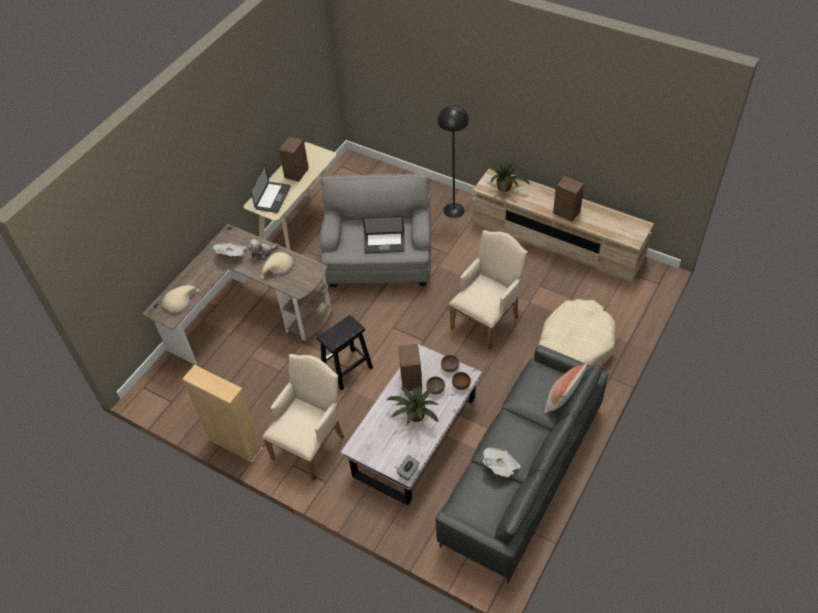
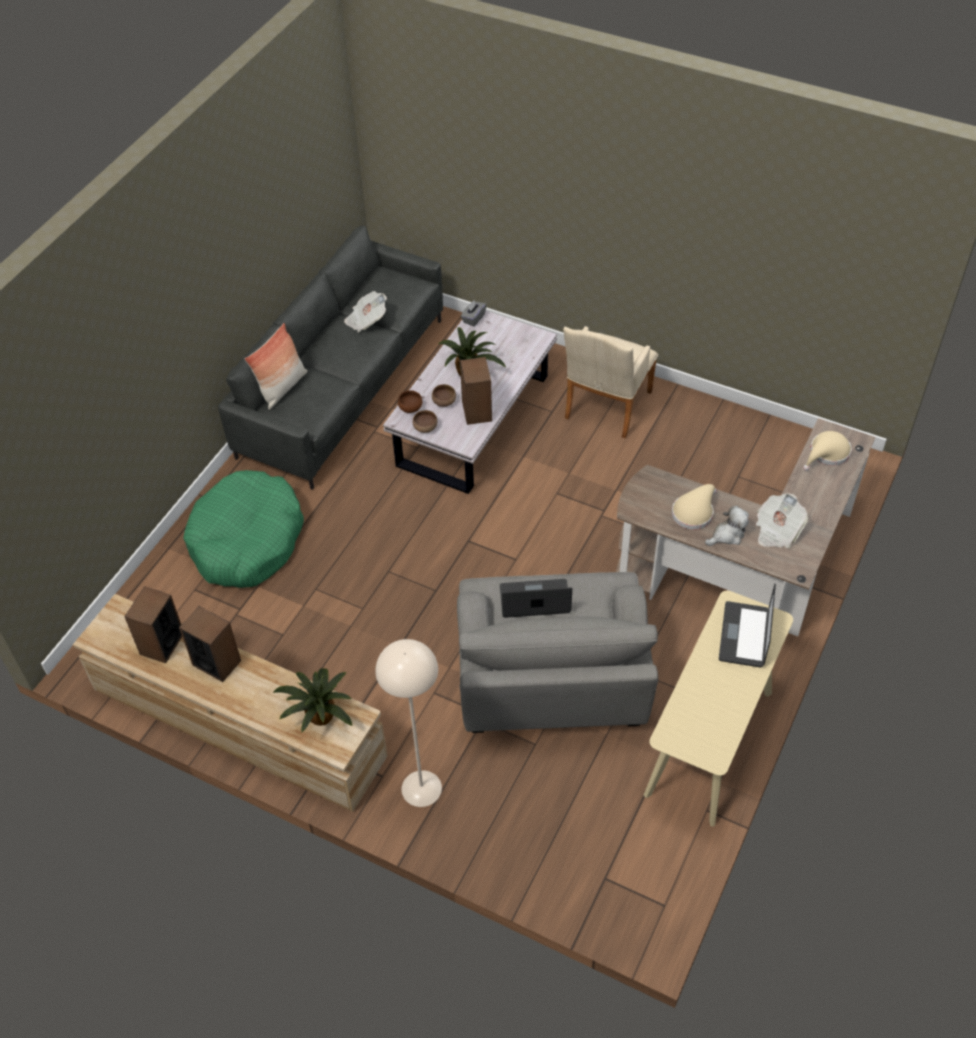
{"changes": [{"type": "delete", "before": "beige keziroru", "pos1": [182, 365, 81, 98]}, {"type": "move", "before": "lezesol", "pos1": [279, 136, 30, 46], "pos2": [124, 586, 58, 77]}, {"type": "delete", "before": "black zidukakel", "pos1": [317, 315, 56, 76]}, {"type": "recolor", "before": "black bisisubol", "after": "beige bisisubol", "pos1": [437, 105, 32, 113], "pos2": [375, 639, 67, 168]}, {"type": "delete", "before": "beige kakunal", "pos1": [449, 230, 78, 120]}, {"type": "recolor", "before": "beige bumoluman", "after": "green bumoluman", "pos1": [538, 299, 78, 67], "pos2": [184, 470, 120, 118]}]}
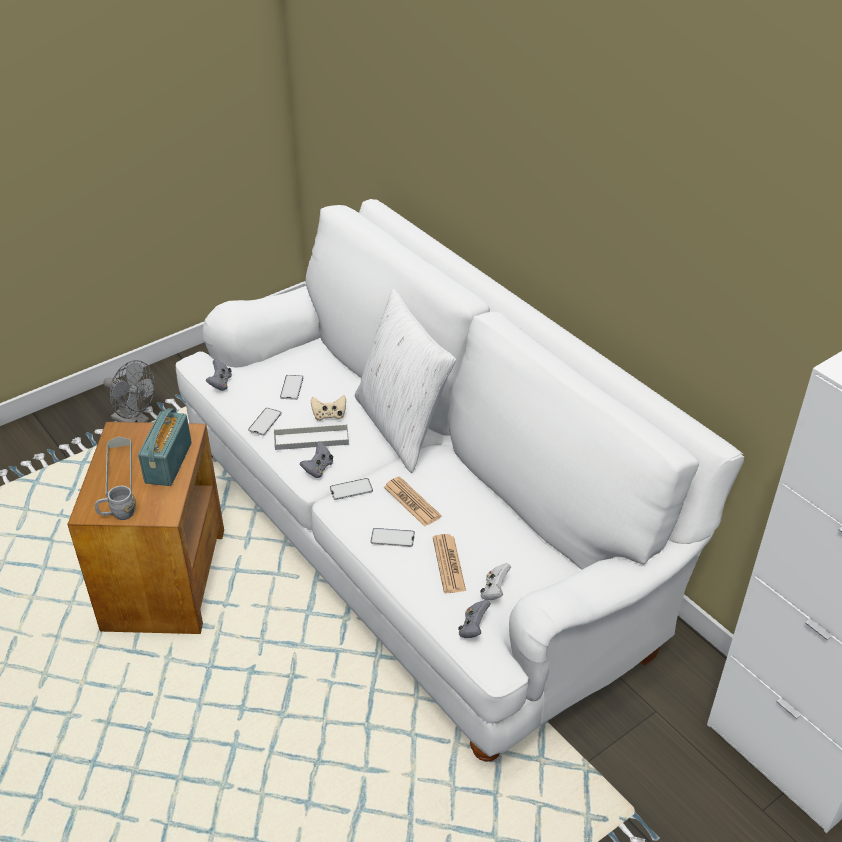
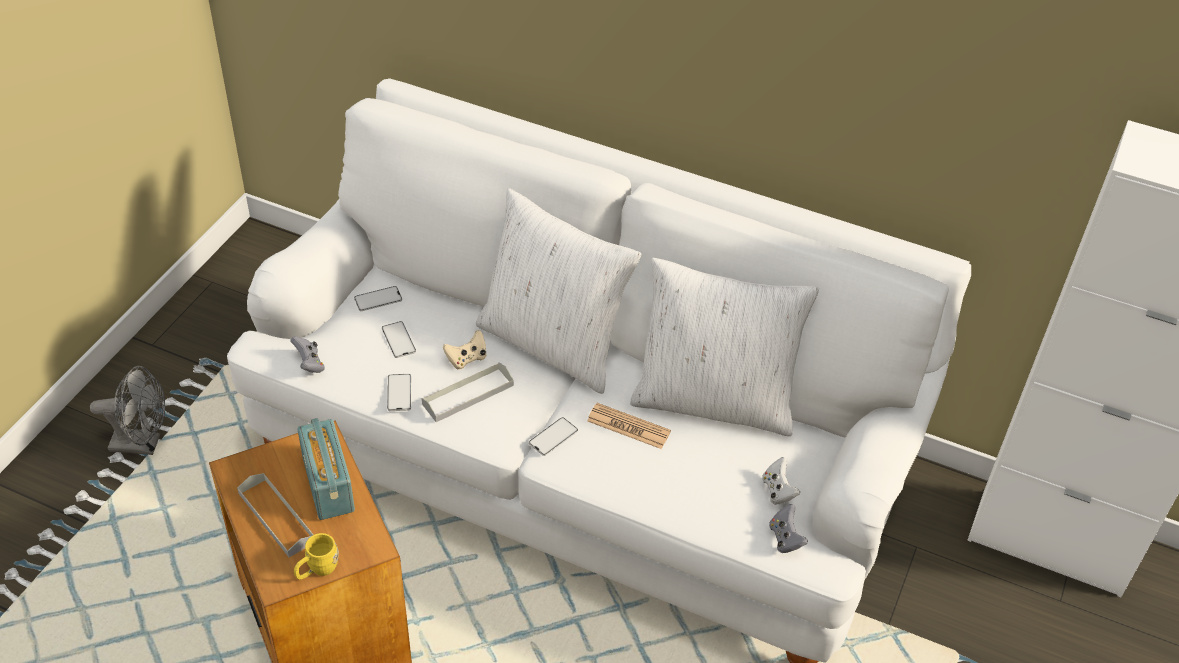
{"changes": [{"type": "recolor", "before": "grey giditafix", "after": "yellow giditafix", "pos1": [95, 486, 41, 34], "pos2": [294, 533, 45, 47]}, {"type": "delete", "before": "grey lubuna", "pos1": [300, 441, 33, 37]}, {"type": "move", "before": "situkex", "pos1": [370, 528, 45, 19], "pos2": [354, 286, 48, 25]}, {"type": "delete", "before": "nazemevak", "pos1": [433, 534, 33, 59]}, {"type": "insert", "after": "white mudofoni", "pos2": [630, 258, 189, 178]}]}
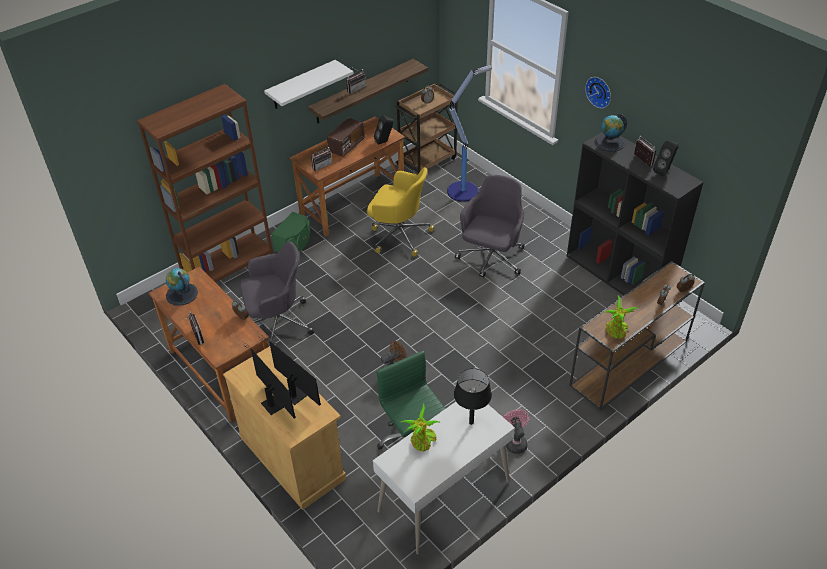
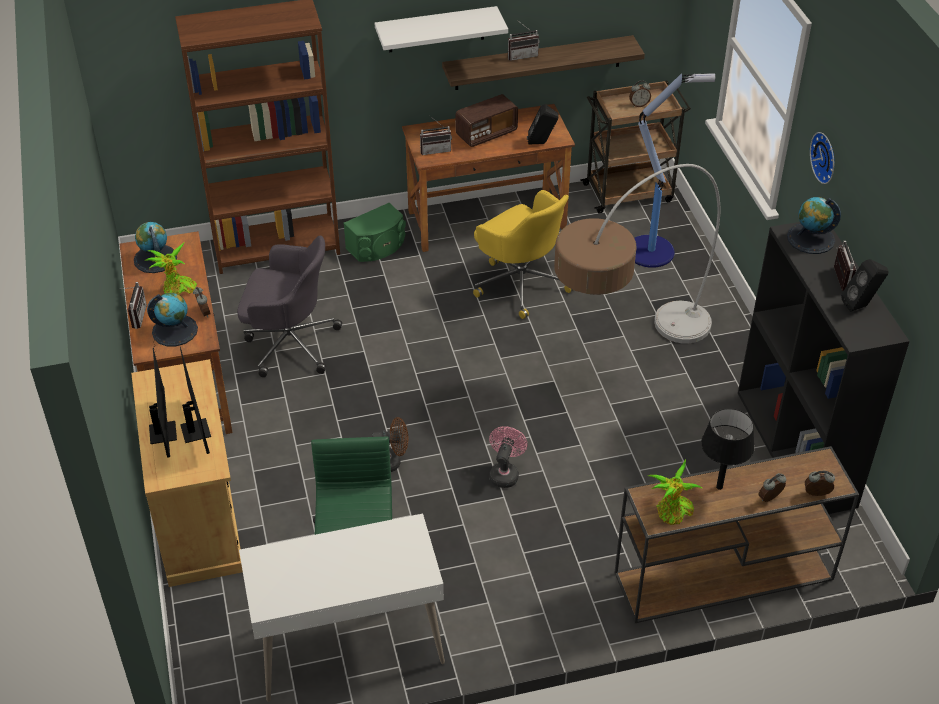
{"changes": [{"type": "move", "before": "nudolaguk", "pos1": [401, 403, 40, 49], "pos2": [145, 243, 52, 52]}, {"type": "move", "before": "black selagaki", "pos1": [454, 368, 38, 57], "pos2": [701, 408, 54, 82]}, {"type": "replace", "before": "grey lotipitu", "after": "bisisubol", "pos1": [455, 175, 70, 103], "pos2": [554, 164, 166, 179]}, {"type": "move", "before": "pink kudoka", "pos1": [503, 409, 27, 45], "pos2": [489, 426, 39, 62]}, {"type": "insert", "after": "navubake", "pos2": [147, 293, 51, 53]}]}
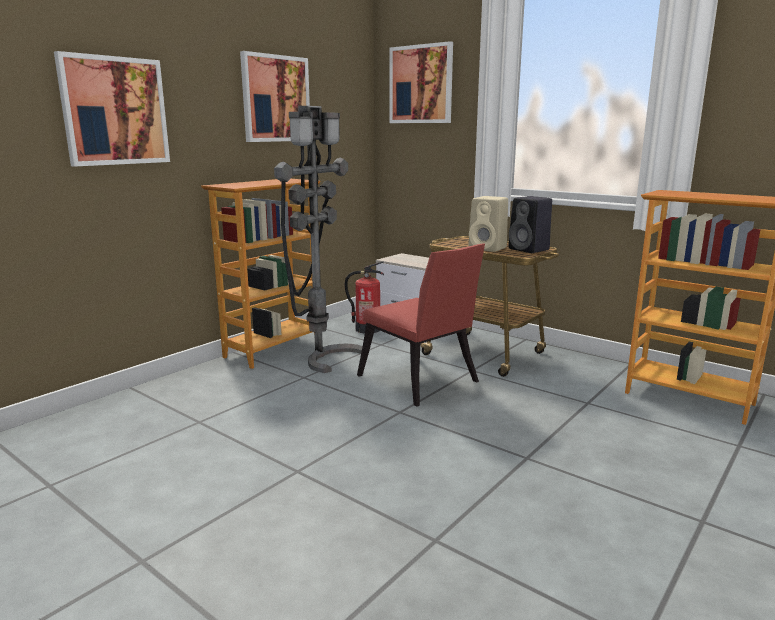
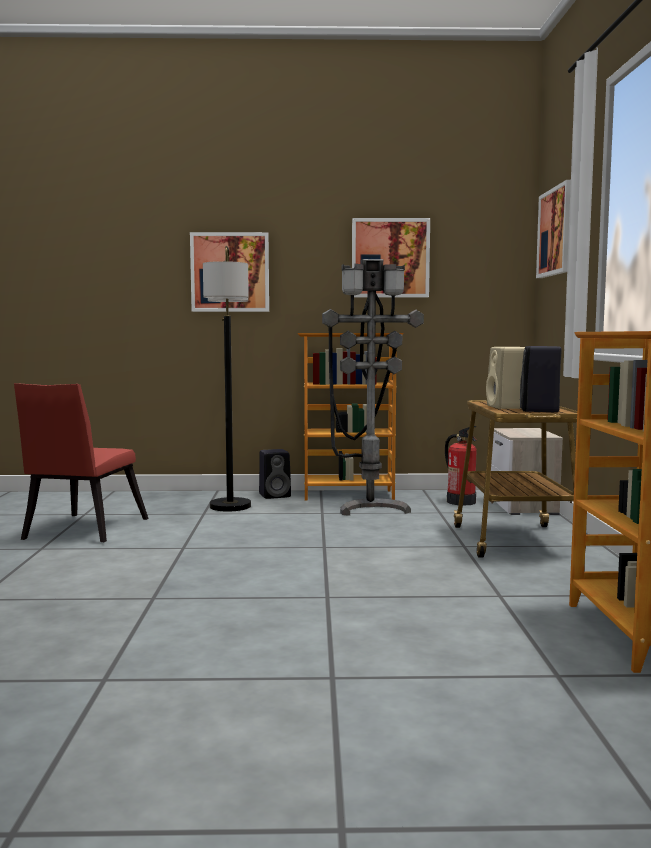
{"changes": [{"type": "move", "before": "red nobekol", "pos1": [357, 243, 128, 164], "pos2": [14, 383, 135, 159]}, {"type": "insert", "after": "bisisubol", "pos2": [203, 246, 48, 265]}, {"type": "insert", "after": "black lezesol", "pos2": [259, 449, 32, 50]}]}
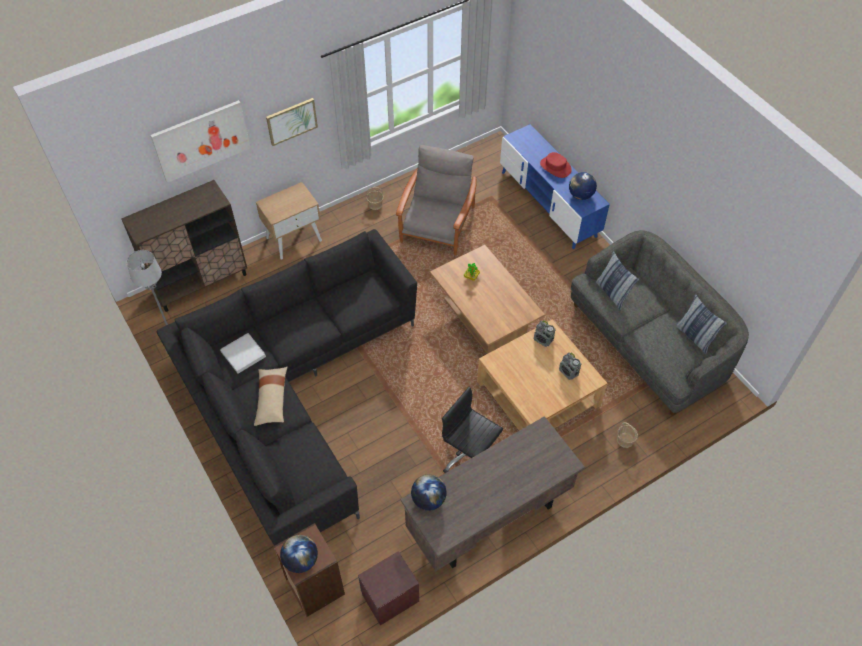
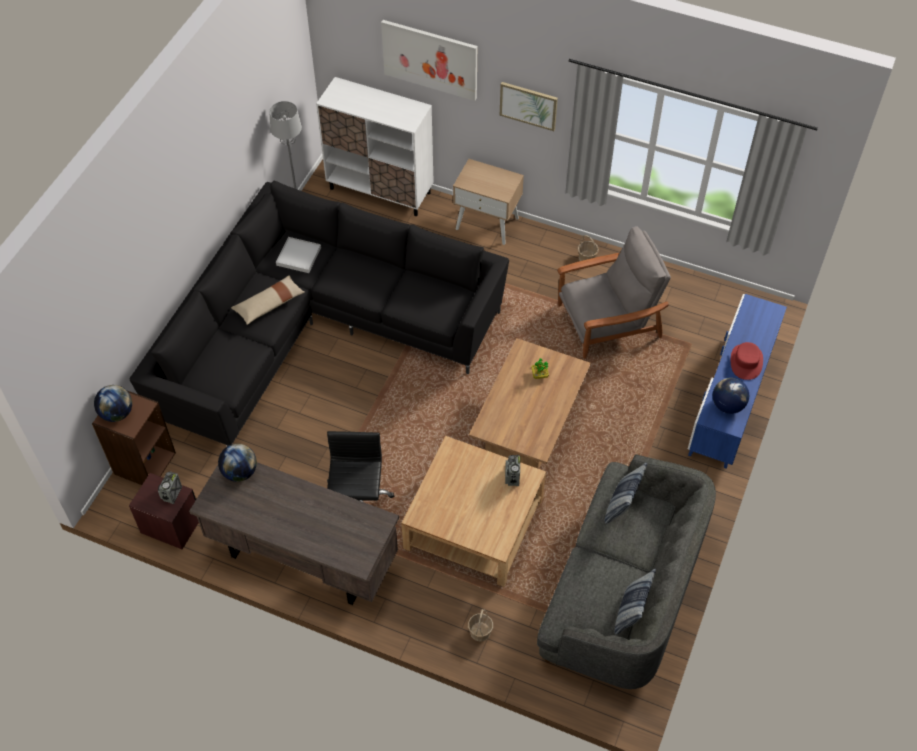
{"changes": [{"type": "recolor", "before": "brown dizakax", "after": "white dizakax", "pos1": [121, 180, 126, 132], "pos2": [316, 77, 118, 139]}, {"type": "move", "before": "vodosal", "pos1": [559, 352, 22, 28], "pos2": [158, 471, 24, 33]}]}
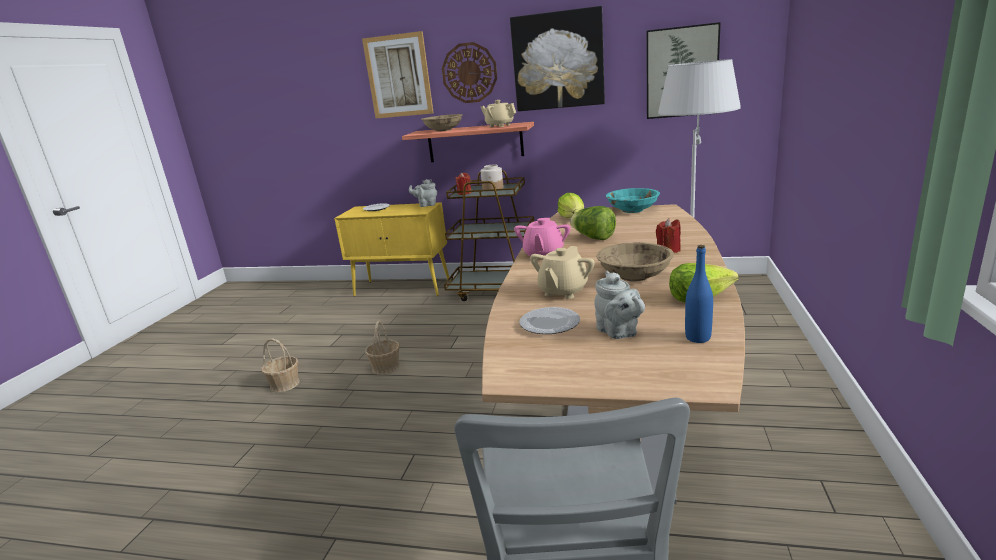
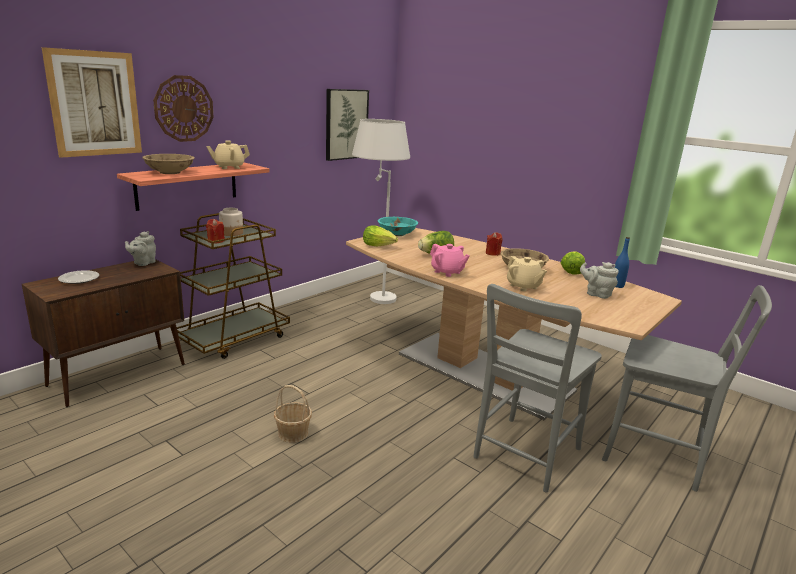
{"changes": [{"type": "delete", "before": "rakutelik", "pos1": [261, 338, 39, 54]}, {"type": "recolor", "before": "yellow dizakax", "after": "brown dizakax", "pos1": [334, 202, 116, 95], "pos2": [22, 259, 163, 148]}, {"type": "delete", "before": "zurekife", "pos1": [510, 6, 95, 105]}, {"type": "delete", "before": "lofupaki", "pos1": [519, 307, 61, 27]}, {"type": "rotate", "before": "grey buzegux", "pos1": [594, 271, 51, 68], "pos2": [580, 262, 39, 37], "turn": -150}, {"type": "insert", "after": "grey nobekol", "pos2": [473, 284, 129, 209]}]}
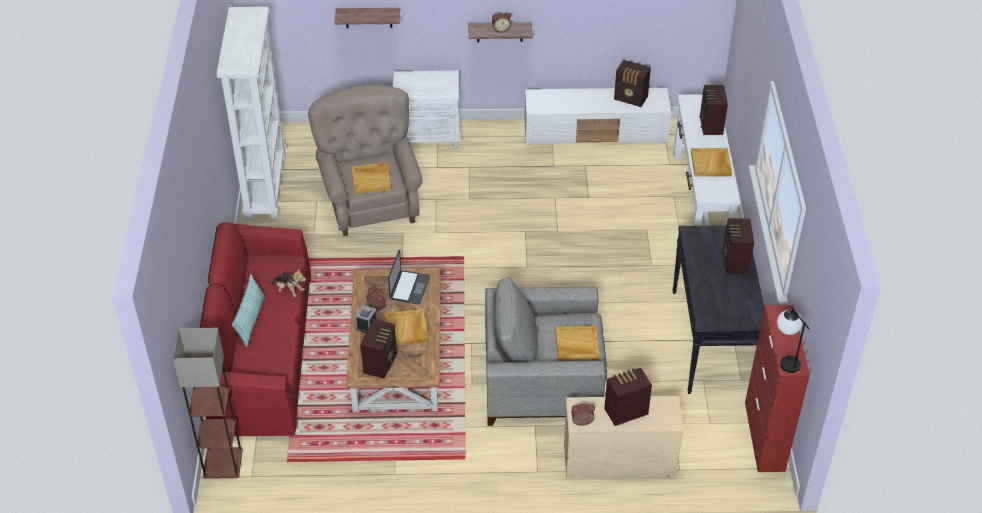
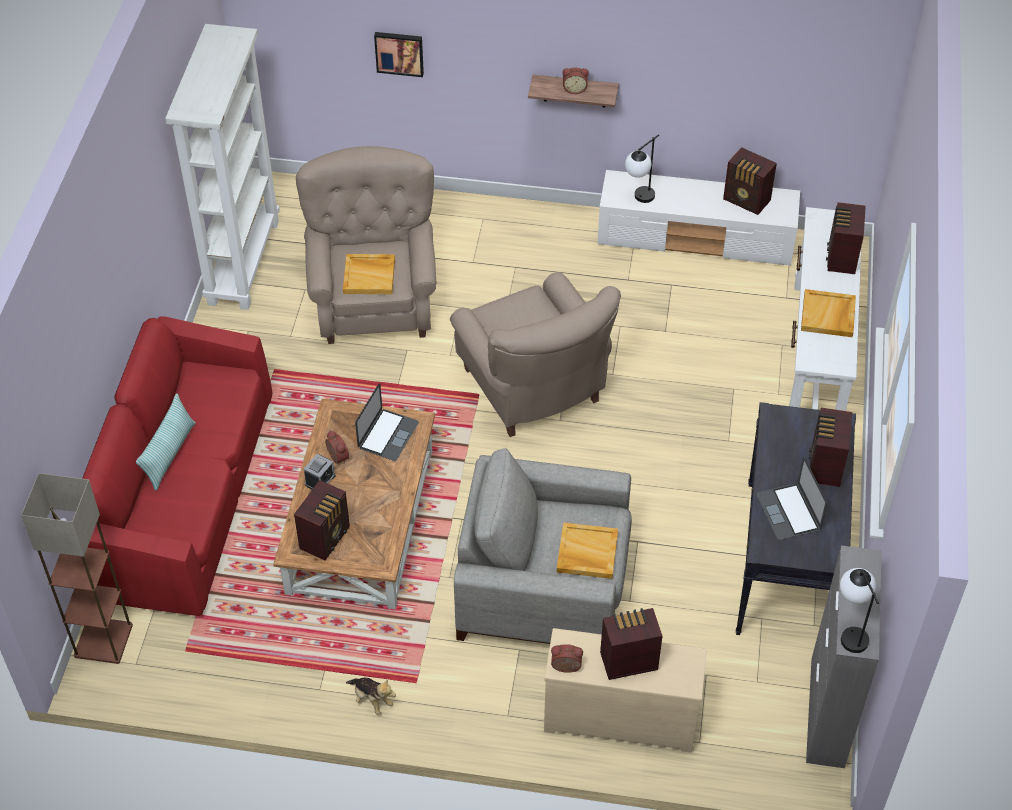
{"changes": [{"type": "move", "before": "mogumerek", "pos1": [270, 269, 36, 28], "pos2": [346, 678, 50, 37]}, {"type": "replace", "before": "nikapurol", "after": "zurekife", "pos1": [335, 8, 65, 20], "pos2": [374, 32, 50, 45]}, {"type": "delete", "before": "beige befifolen", "pos1": [385, 309, 43, 36]}, {"type": "delete", "before": "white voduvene", "pos1": [393, 71, 68, 78]}, {"type": "recolor", "before": "red dizakax", "after": "grey dizakax", "pos1": [745, 305, 65, 167], "pos2": [806, 545, 76, 223]}, {"type": "insert", "after": "beige kakunal", "pos2": [450, 272, 171, 165]}, {"type": "insert", "after": "selagaki", "pos2": [625, 134, 34, 69]}, {"type": "insert", "after": "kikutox", "pos2": [757, 457, 70, 83]}]}
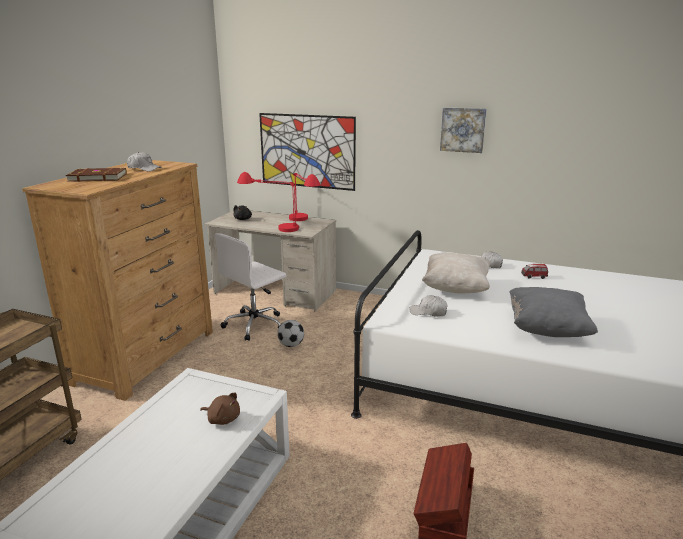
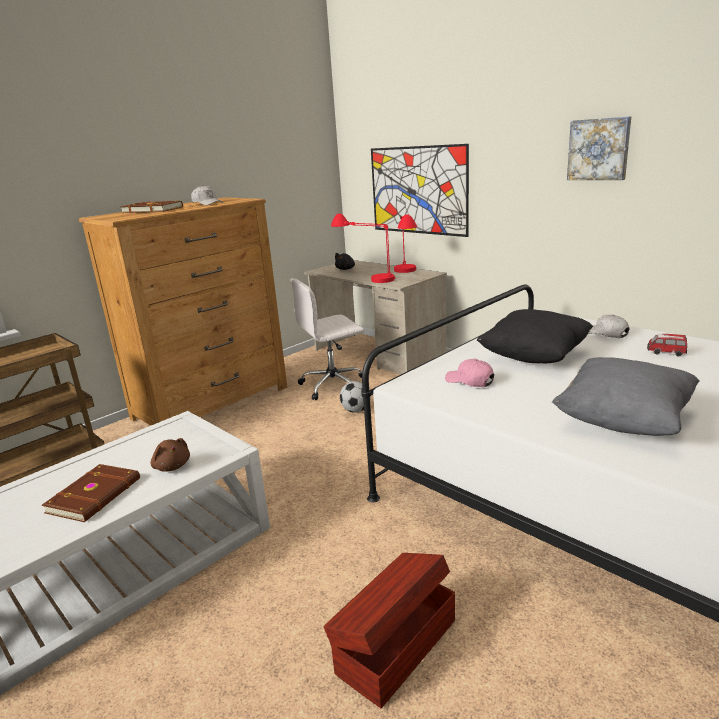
{"changes": [{"type": "recolor", "before": "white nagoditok", "after": "pink nagoditok", "pos1": [409, 295, 39, 22], "pos2": [445, 359, 49, 28]}, {"type": "recolor", "before": "beige mudofoni", "after": "black mudofoni", "pos1": [422, 253, 68, 41], "pos2": [477, 309, 116, 54]}, {"type": "insert", "after": "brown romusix", "pos2": [42, 464, 98, 58]}]}
